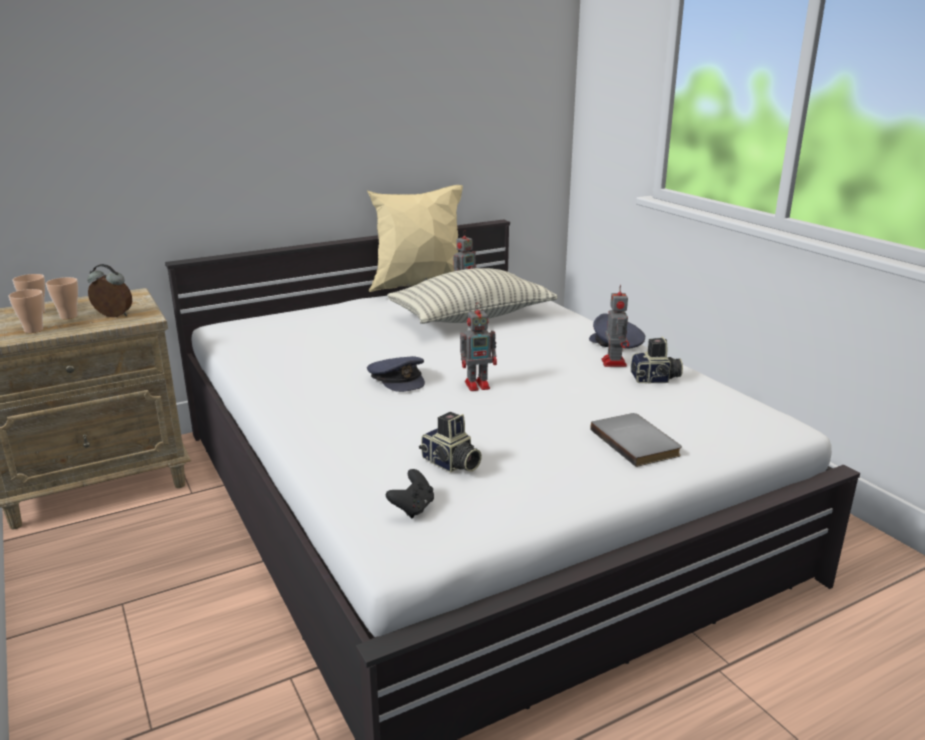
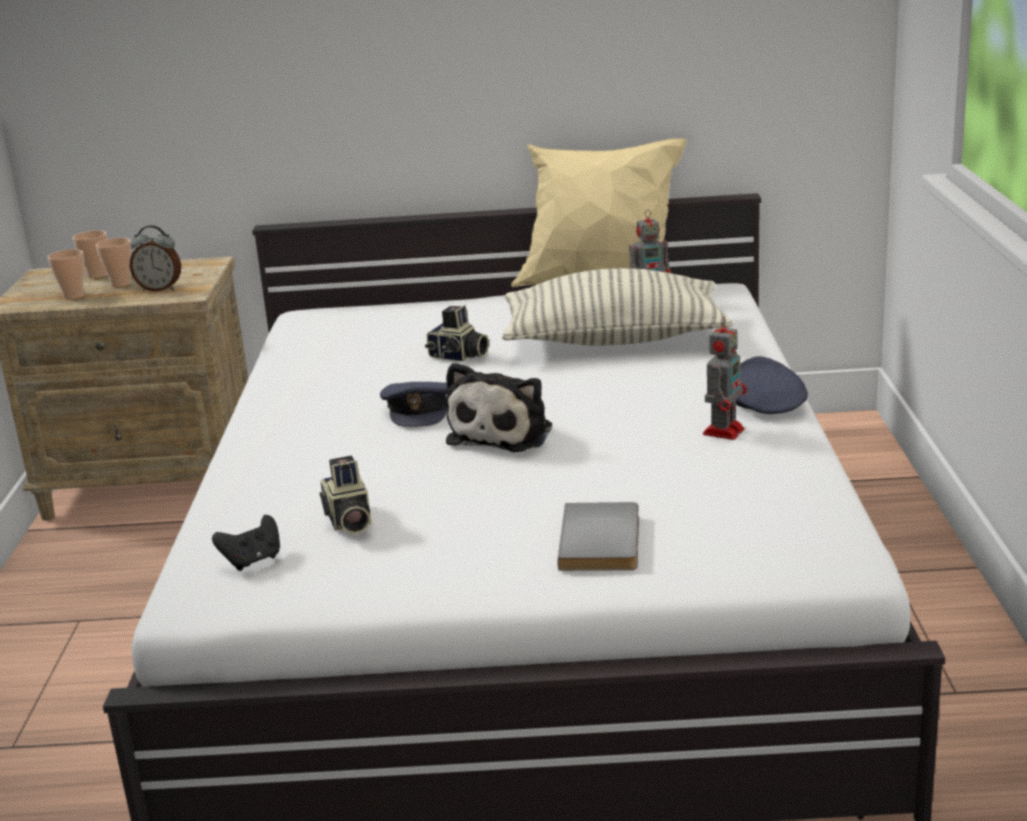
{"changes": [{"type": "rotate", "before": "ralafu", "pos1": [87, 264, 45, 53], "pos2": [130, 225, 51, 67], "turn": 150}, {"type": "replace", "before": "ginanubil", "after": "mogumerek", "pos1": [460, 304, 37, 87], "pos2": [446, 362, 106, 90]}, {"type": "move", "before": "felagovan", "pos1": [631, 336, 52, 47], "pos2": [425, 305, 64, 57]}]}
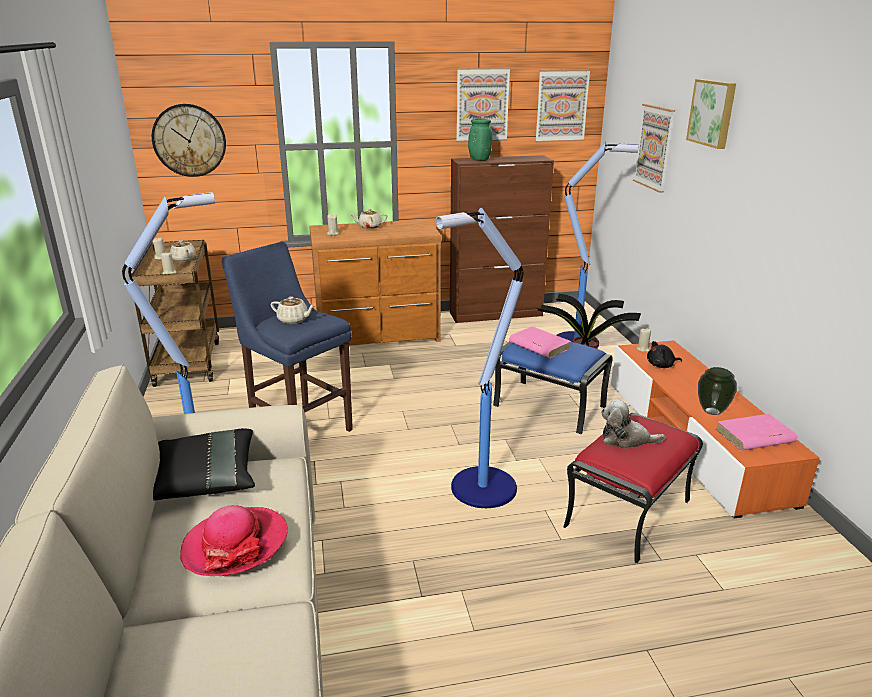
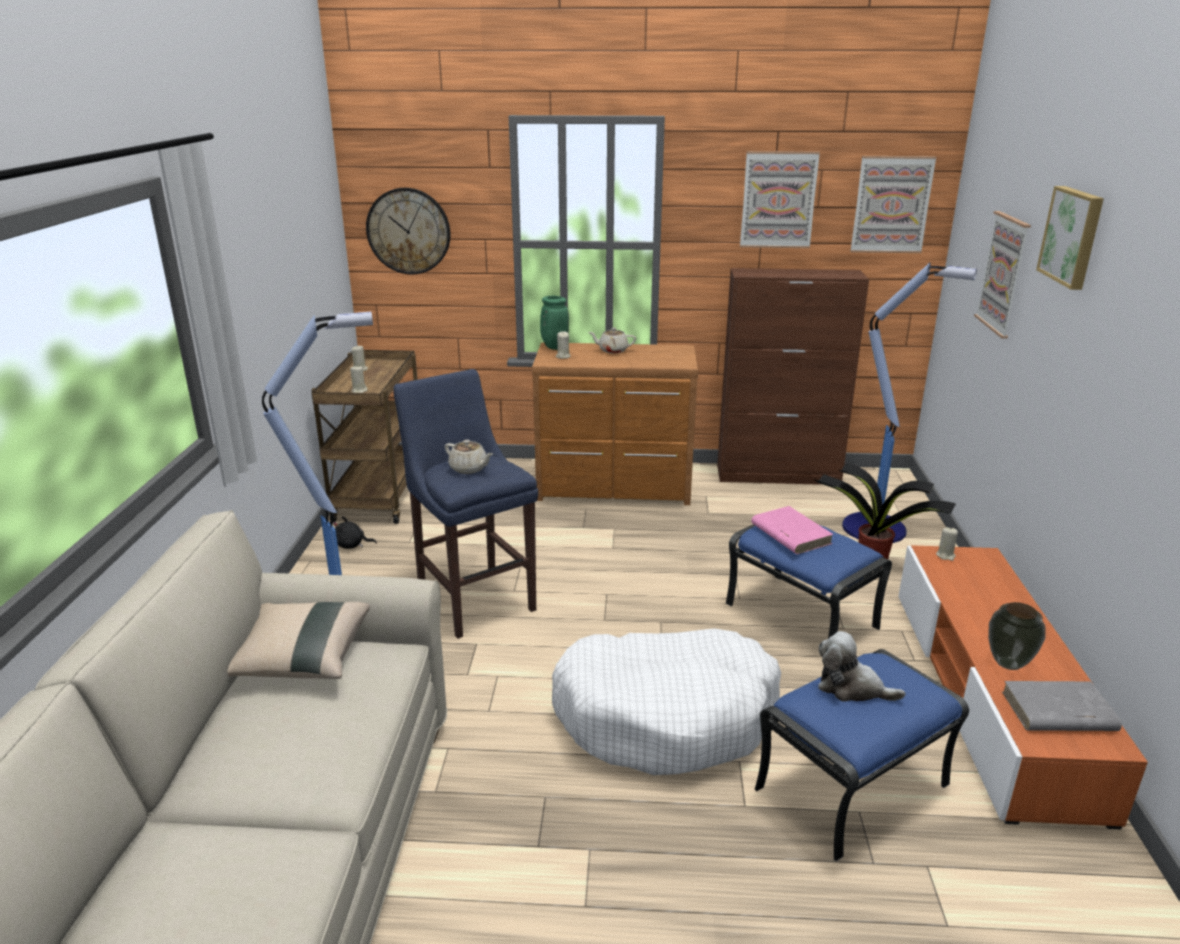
{"changes": [{"type": "recolor", "before": "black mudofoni", "after": "beige mudofoni", "pos1": [153, 428, 102, 73], "pos2": [227, 602, 143, 77]}, {"type": "delete", "before": "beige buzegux", "pos1": [170, 240, 26, 22]}, {"type": "delete", "before": "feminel", "pos1": [180, 505, 108, 71]}, {"type": "replace", "before": "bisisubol", "after": "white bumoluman", "pos1": [436, 208, 87, 300], "pos2": [552, 629, 229, 146]}, {"type": "move", "before": "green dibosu", "pos1": [468, 119, 24, 42], "pos2": [540, 296, 29, 54]}, {"type": "recolor", "before": "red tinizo", "after": "blue tinizo", "pos1": [563, 413, 140, 151], "pos2": [754, 649, 215, 213]}, {"type": "move", "before": "black mogumerek", "pos1": [647, 341, 35, 27], "pos2": [333, 516, 44, 33]}, {"type": "recolor", "before": "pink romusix", "after": "grey romusix", "pos1": [716, 414, 82, 37], "pos2": [1002, 681, 120, 50]}]}
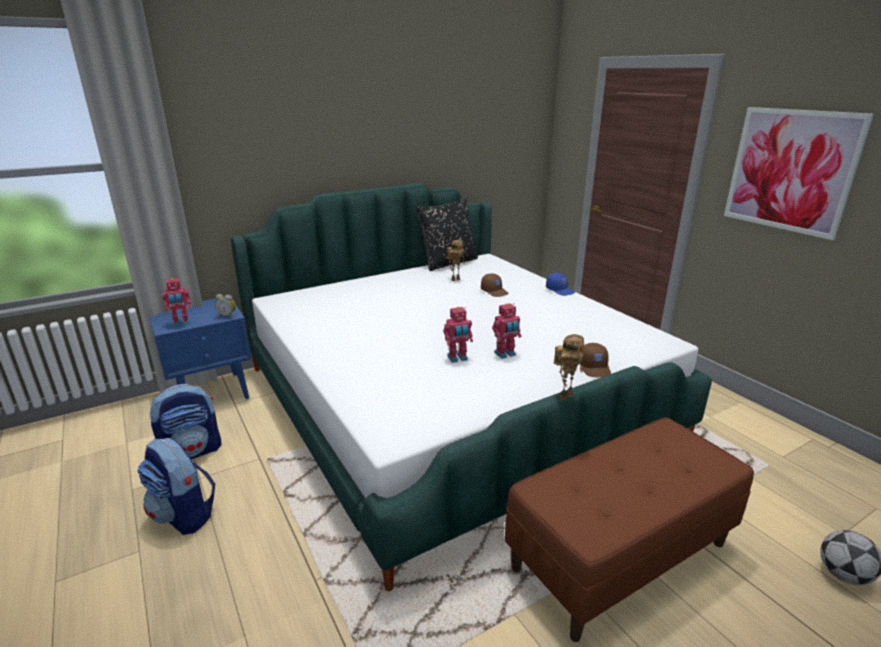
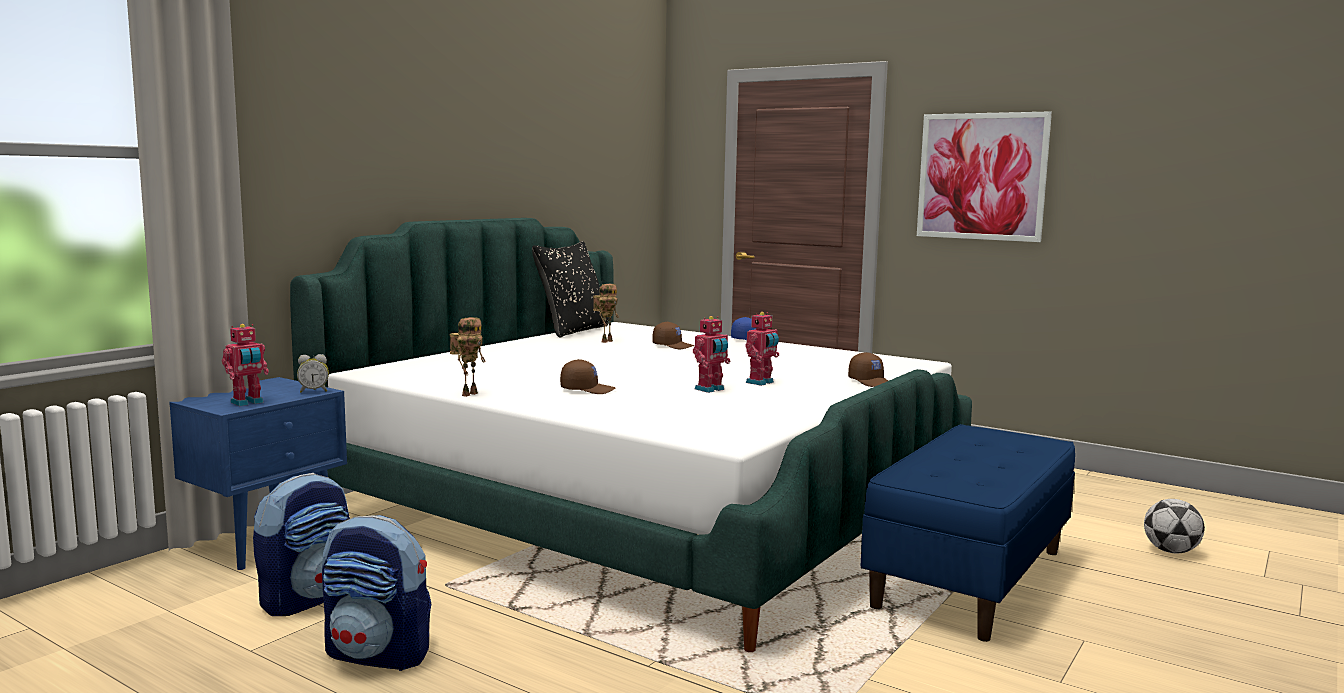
{"changes": [{"type": "recolor", "before": "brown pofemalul", "after": "blue pofemalul", "pos1": [505, 417, 249, 225], "pos2": [861, 424, 214, 218]}, {"type": "move", "before": "ginanubil", "pos1": [554, 334, 30, 66], "pos2": [449, 317, 36, 80]}, {"type": "insert", "after": "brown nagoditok", "pos2": [560, 359, 55, 35]}]}
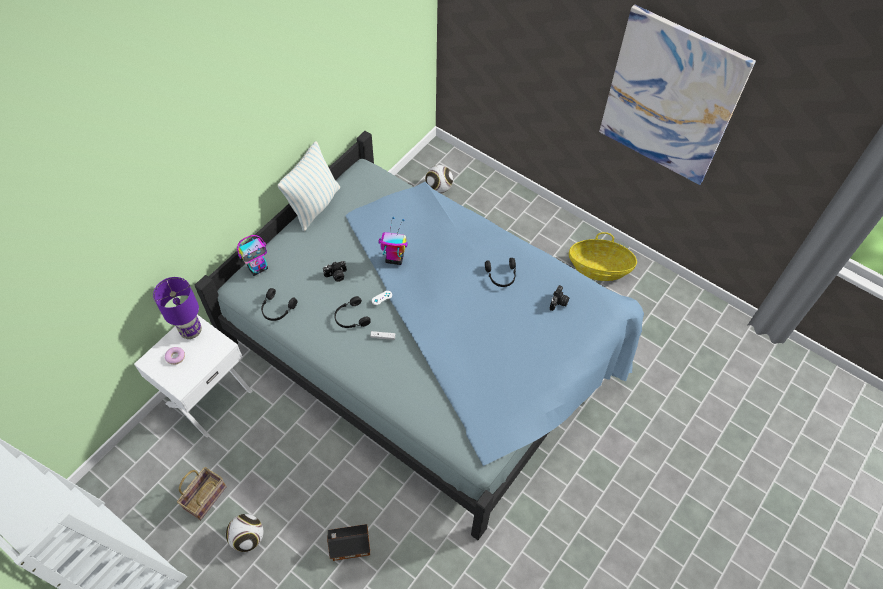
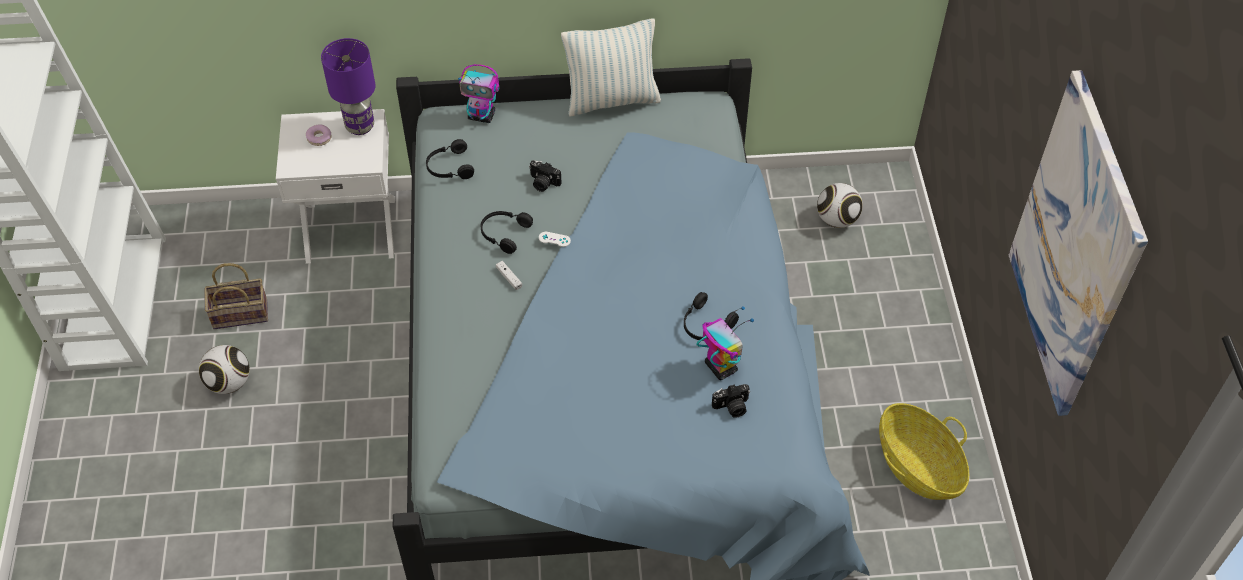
{"changes": [{"type": "delete", "before": "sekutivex", "pos1": [327, 524, 43, 37]}, {"type": "move", "before": "ginanubil", "pos1": [378, 217, 30, 48], "pos2": [696, 306, 58, 74]}]}
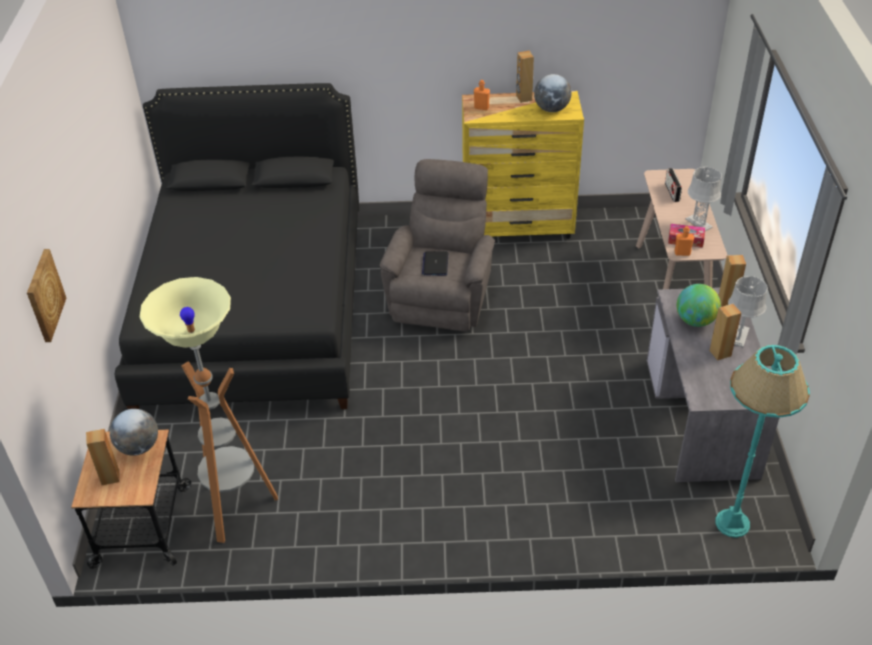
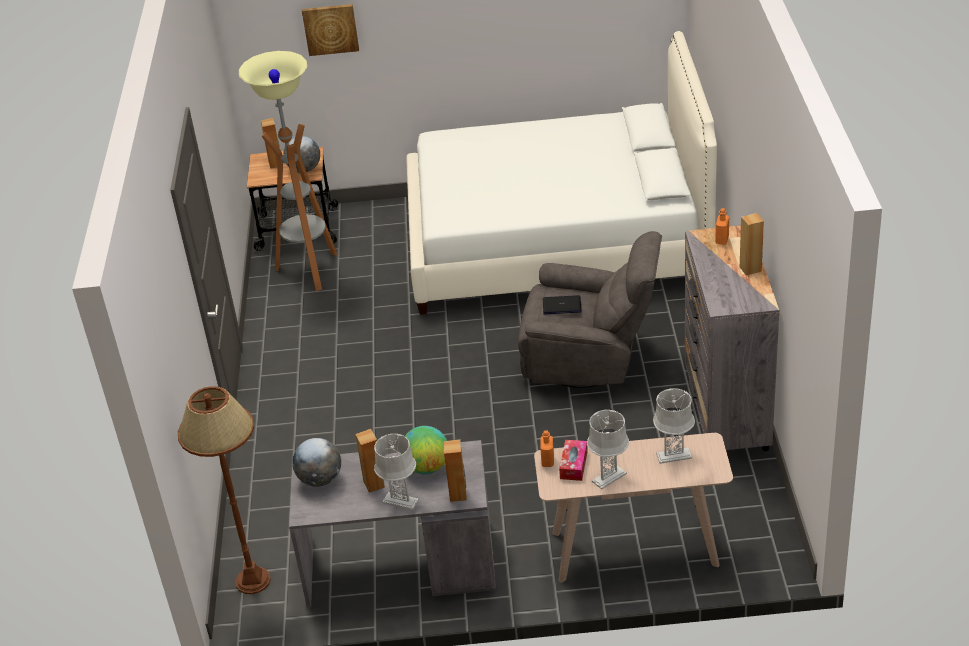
{"changes": [{"type": "recolor", "before": "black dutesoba", "after": "white dutesoba", "pos1": [115, 83, 244, 326], "pos2": [406, 31, 311, 284]}, {"type": "recolor", "before": "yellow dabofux", "after": "grey dabofux", "pos1": [462, 91, 122, 148], "pos2": [685, 225, 94, 226]}, {"type": "move", "before": "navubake", "pos1": [534, 74, 38, 38], "pos2": [292, 438, 49, 49]}, {"type": "replace", "before": "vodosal", "after": "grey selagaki", "pos1": [665, 168, 17, 34], "pos2": [653, 388, 42, 76]}, {"type": "recolor", "before": "turquoise bisisubol", "after": "brown bisisubol", "pos1": [716, 345, 94, 193], "pos2": [178, 386, 93, 208]}]}
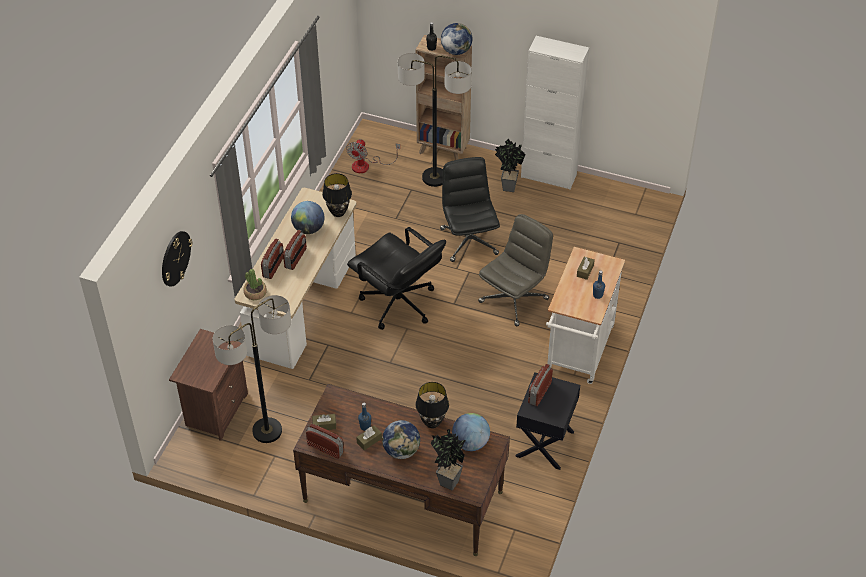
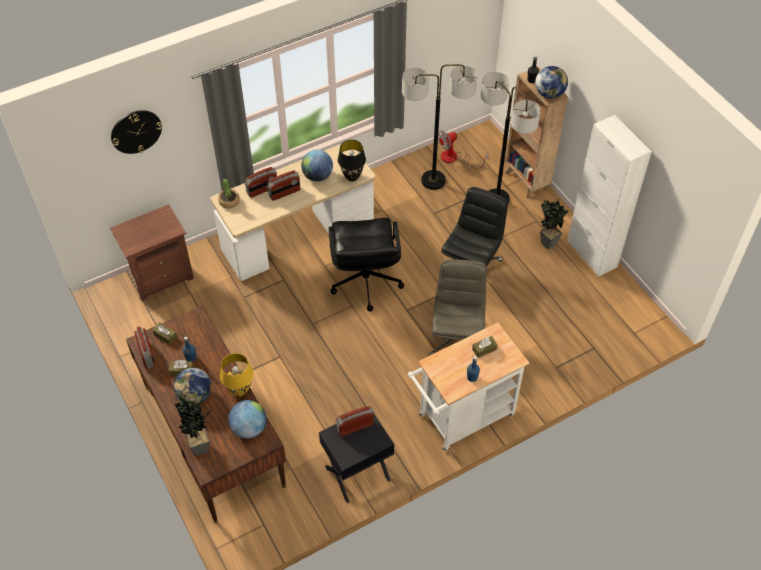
{"changes": [{"type": "move", "before": "bisisubol", "pos1": [213, 295, 78, 148], "pos2": [402, 64, 75, 126]}, {"type": "recolor", "before": "black selagaki", "after": "yellow selagaki", "pos1": [416, 382, 33, 46], "pos2": [220, 353, 33, 43]}, {"type": "rotate", "before": "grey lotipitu", "pos1": [478, 214, 75, 112], "pos2": [429, 259, 58, 97], "turn": -75}]}
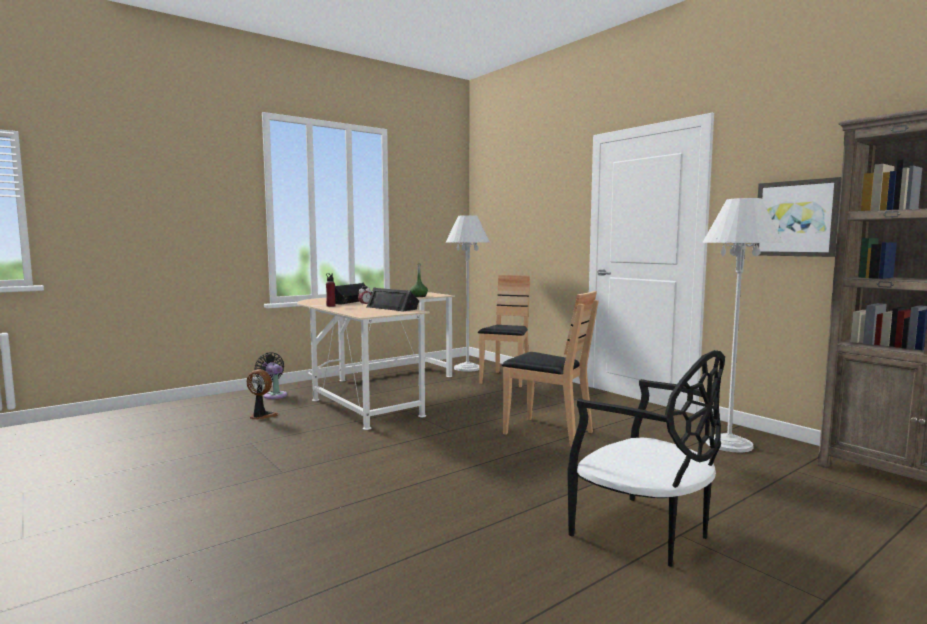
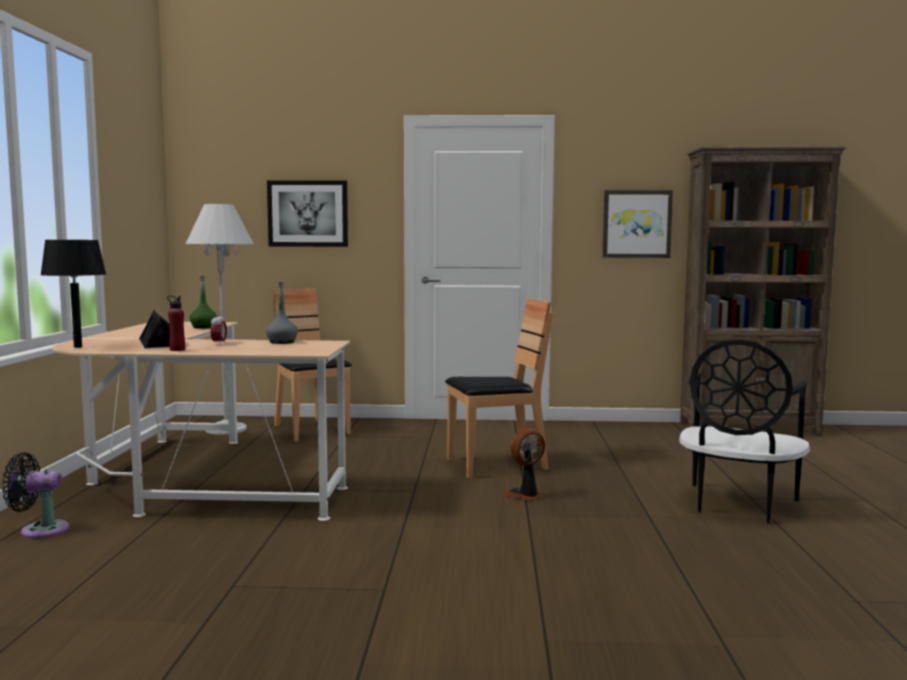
{"changes": [{"type": "move", "before": "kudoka", "pos1": [247, 369, 31, 51], "pos2": [503, 427, 42, 73]}, {"type": "replace", "before": "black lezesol", "after": "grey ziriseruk", "pos1": [367, 287, 52, 25], "pos2": [266, 282, 32, 62]}, {"type": "rotate", "before": "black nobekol", "pos1": [567, 350, 158, 217], "pos2": [679, 340, 131, 183], "turn": 120}, {"type": "delete", "before": "white bisisubol", "pos1": [702, 198, 81, 255]}, {"type": "insert", "after": "black selagaki", "pos2": [40, 240, 66, 108]}, {"type": "insert", "after": "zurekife", "pos2": [267, 180, 81, 67]}]}
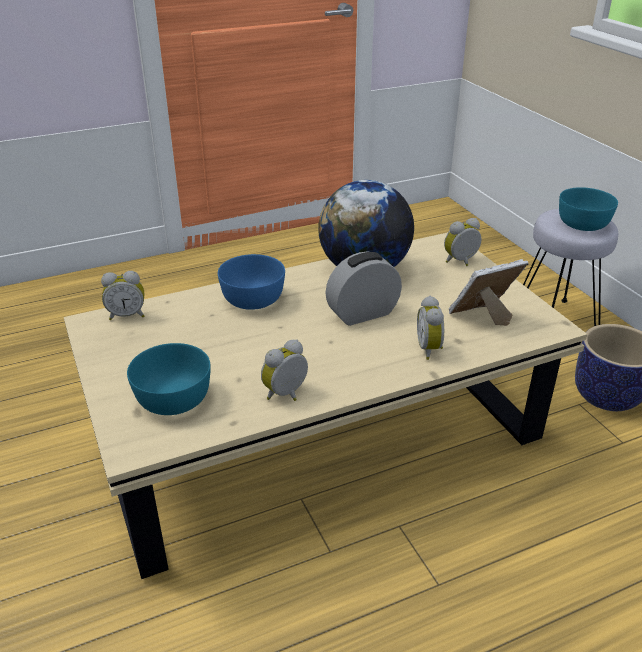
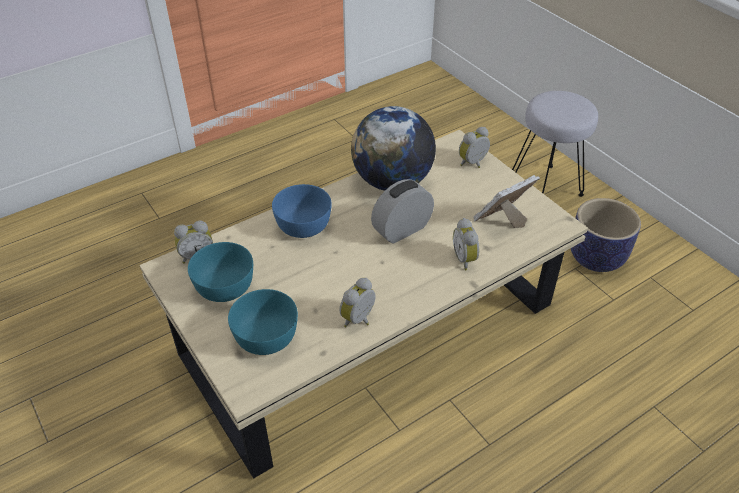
{"changes": [{"type": "move", "before": "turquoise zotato", "pos1": [559, 187, 59, 44], "pos2": [188, 242, 65, 60]}]}
